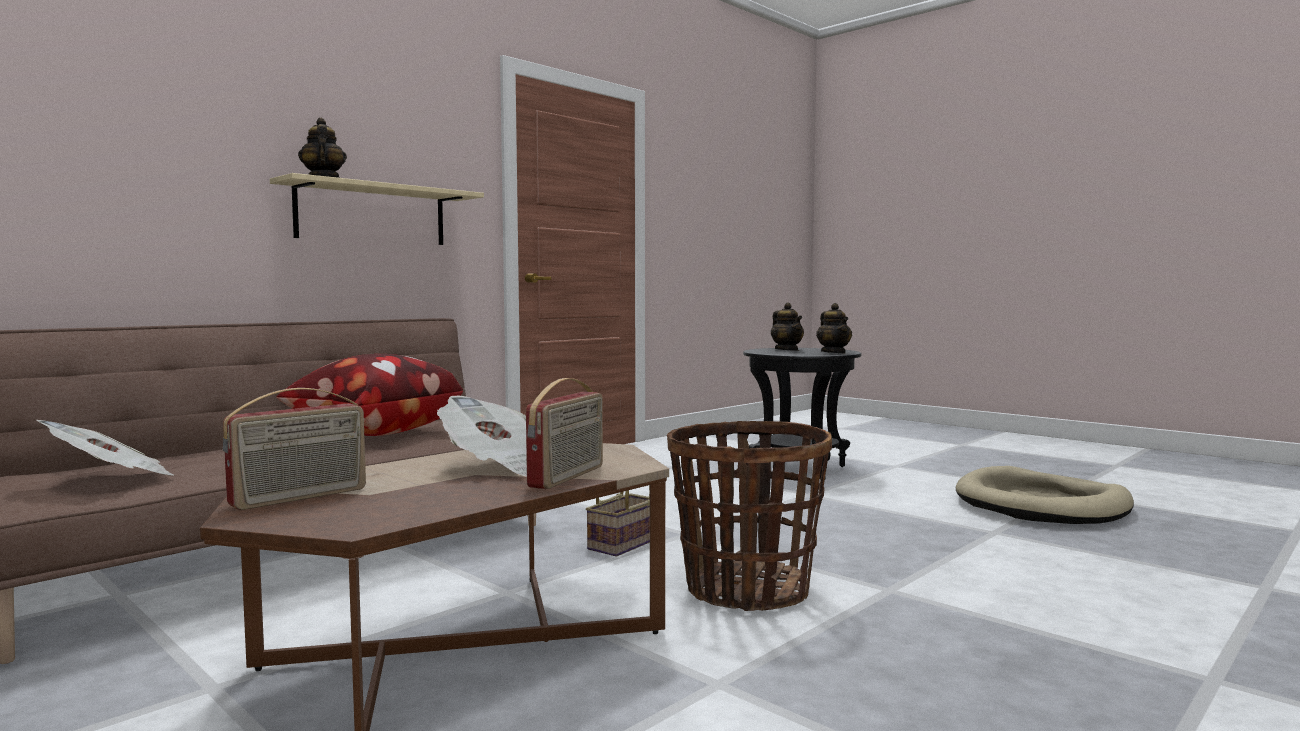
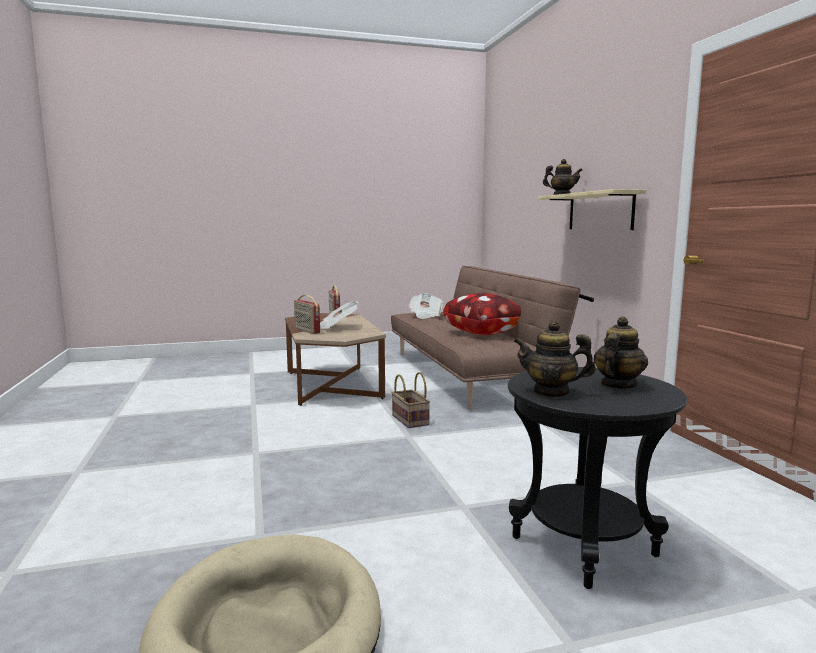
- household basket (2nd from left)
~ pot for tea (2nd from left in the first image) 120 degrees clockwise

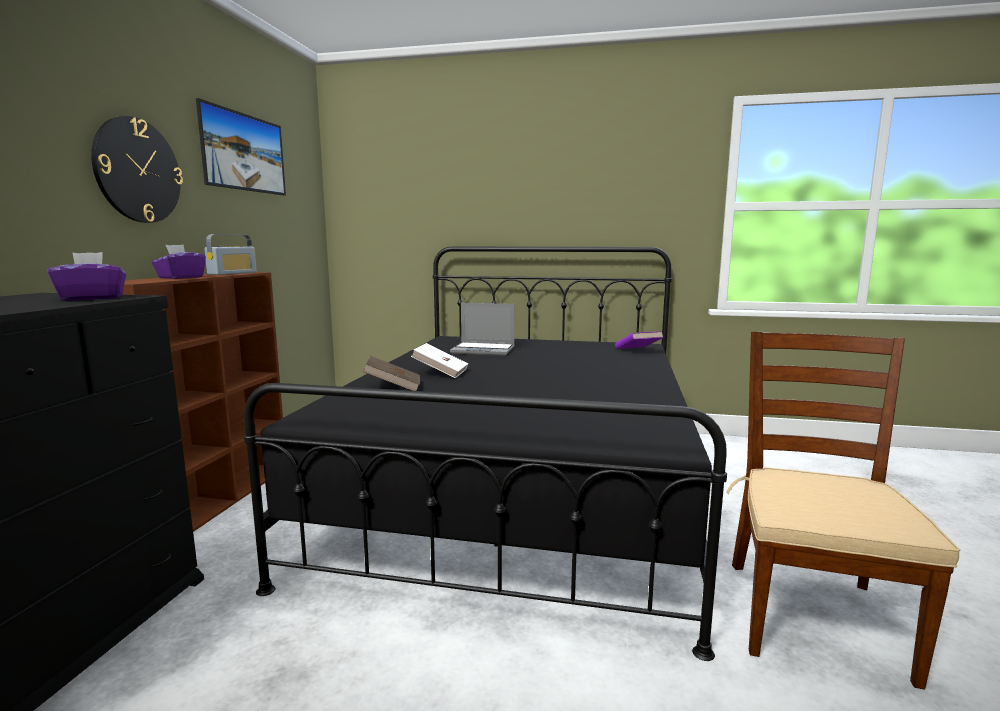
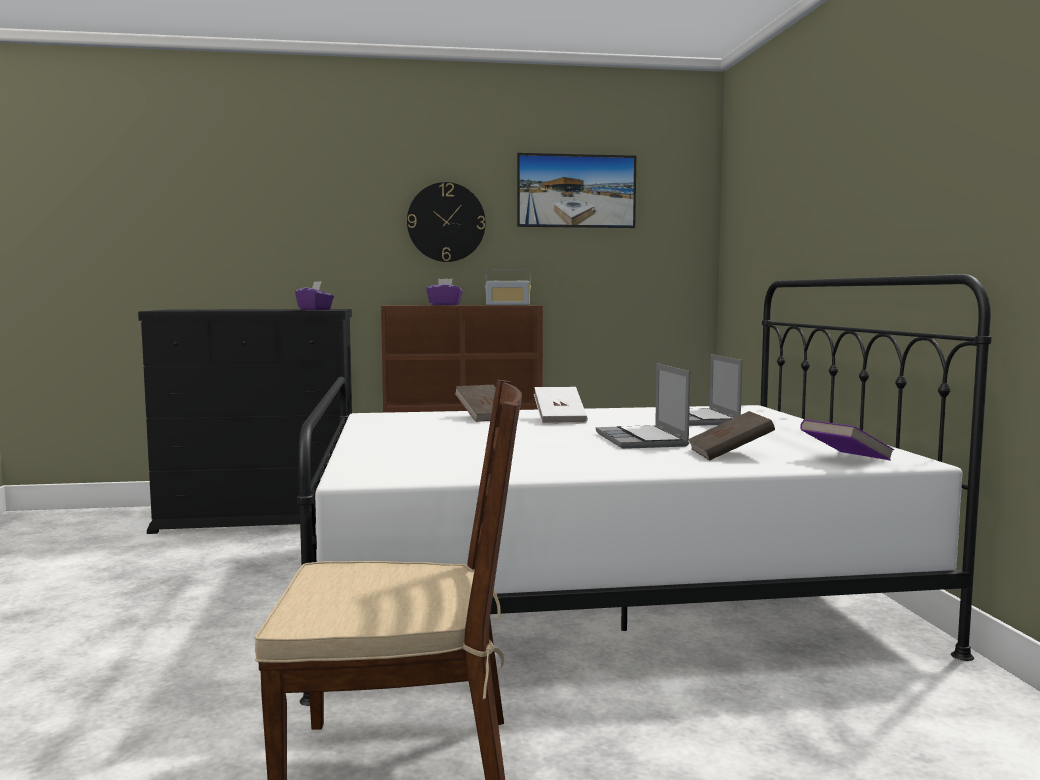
~ black-coloured sleeping bed to white-coloured sleeping bed
+ laptop (1st from left)
+ brown bound book (2nd from left)

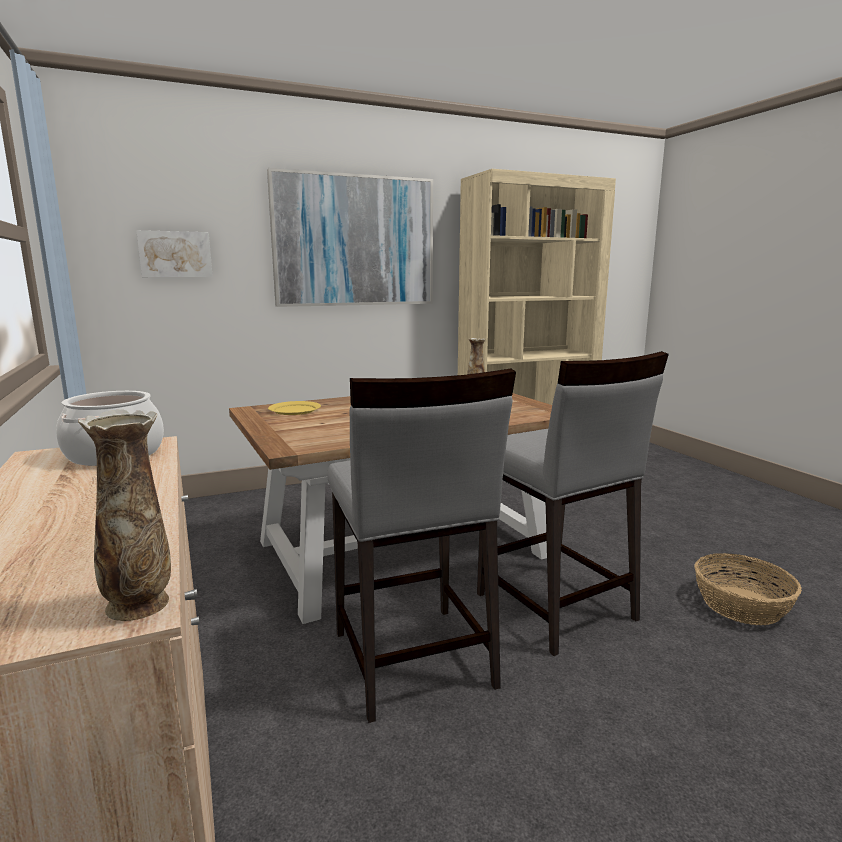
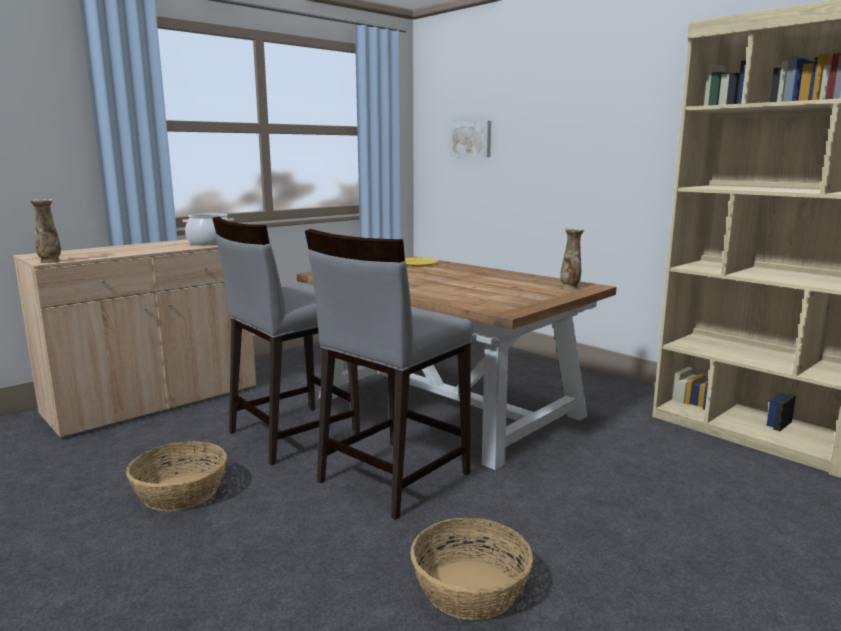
- picture (2nd from left)
+ household basket (1st from left)

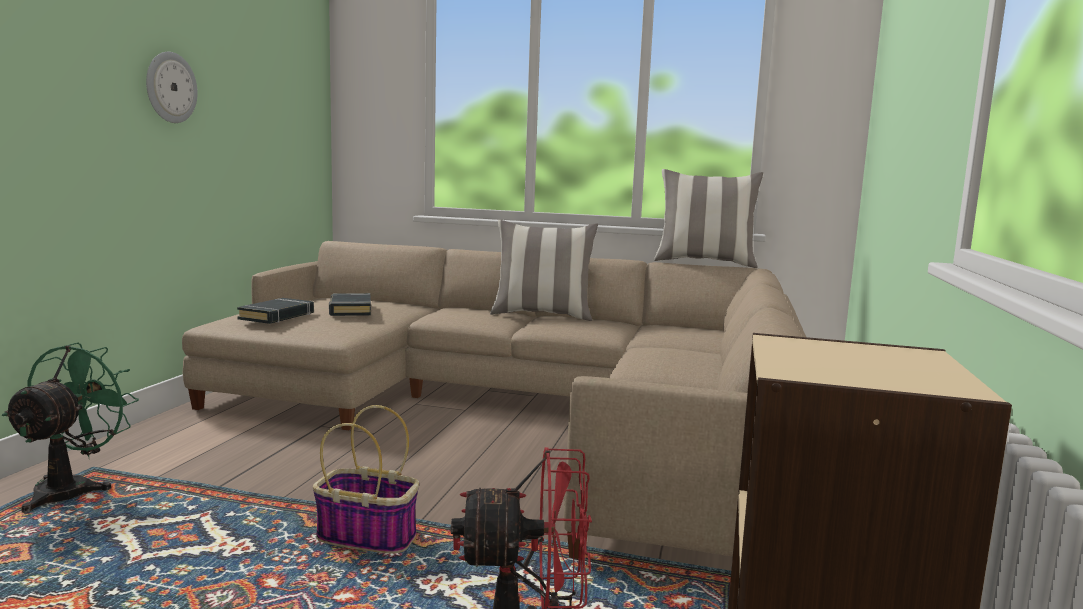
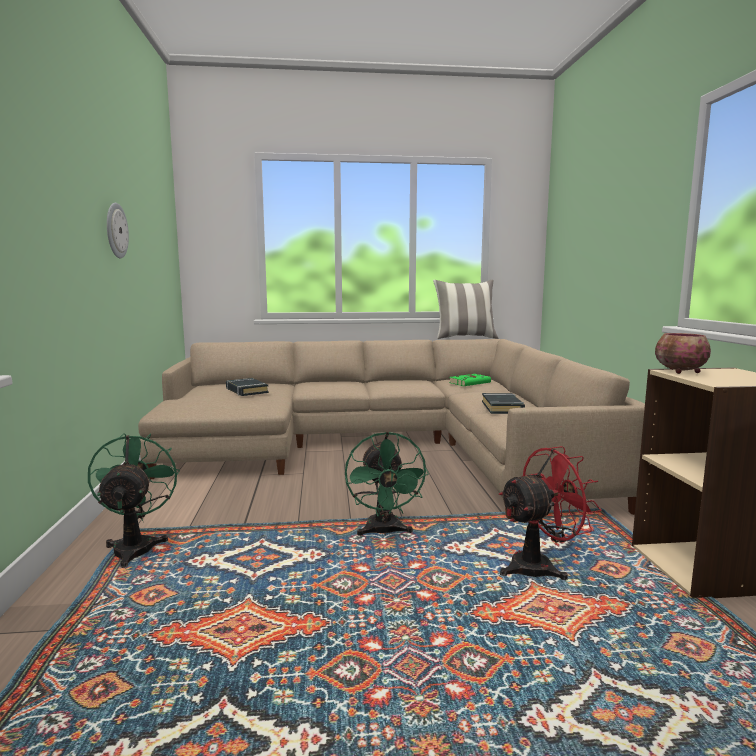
~ black-coloured bound book (1st from left in the first image) to black-coloured bound book (2nd from left)
~ household basket to greenish fan (2nd from left)
- pillow (1st from left)
+ greenish bound book
+ deep dish

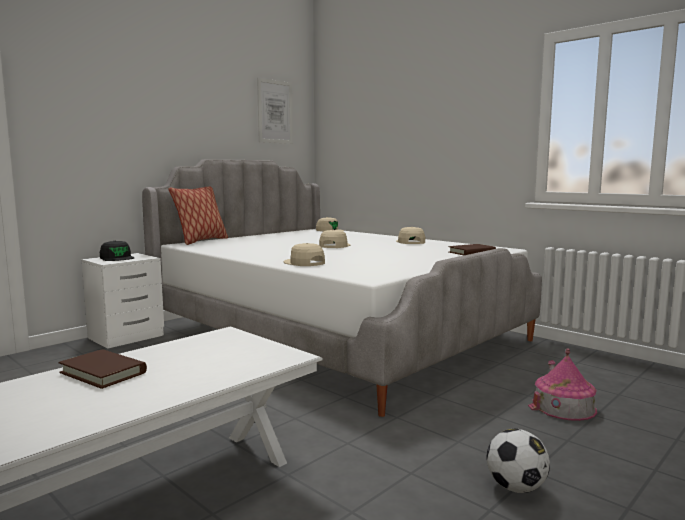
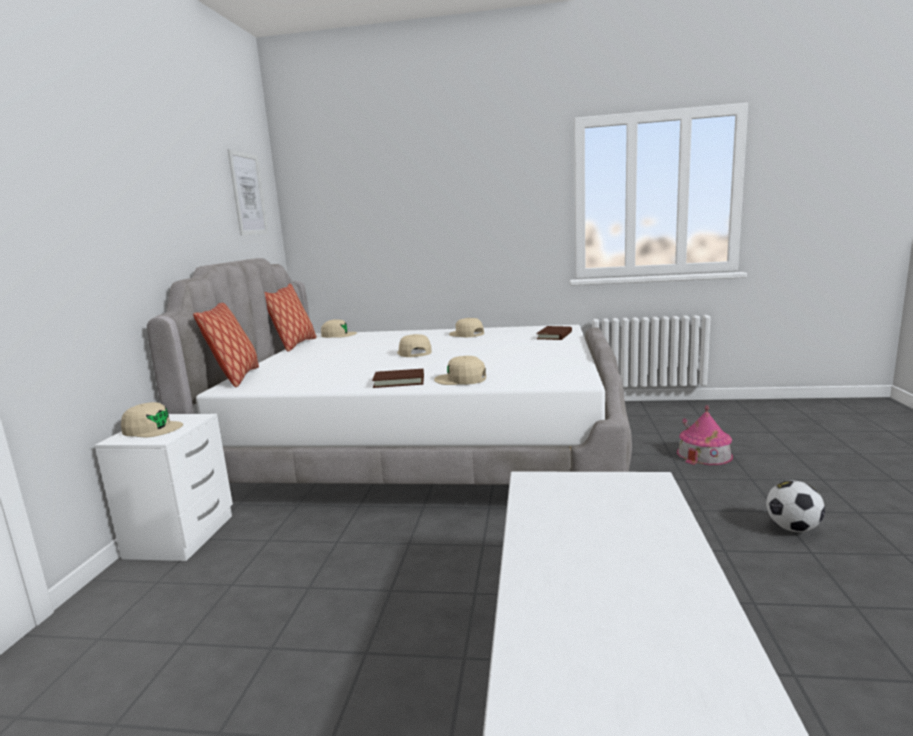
~ brown bound book (1st from left)
~ black-coloured baseball cap to sand-coloured baseball cap (1st from left)
+ pillow (2nd from left)

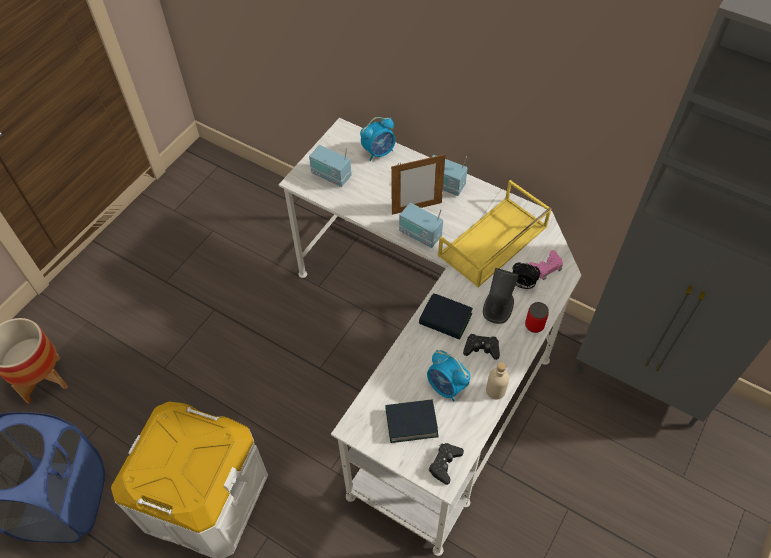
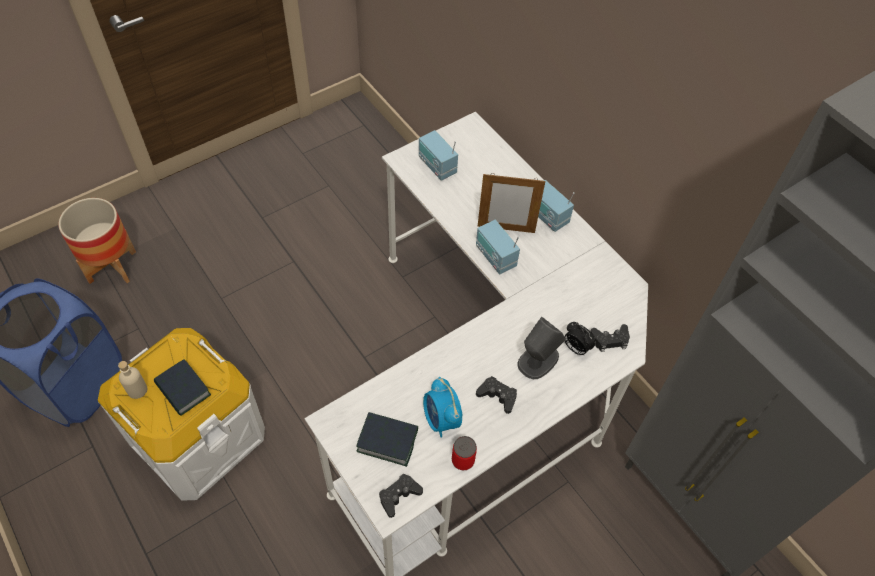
- table clock (1st from left)
~ bound book (2nd from left in the first image) to bound book (1st from left)
- yellowish serving tray
~ sand-coloured drink bottle
~ can
~ pink gamepad to black-coloured gamepad (3rd from left)

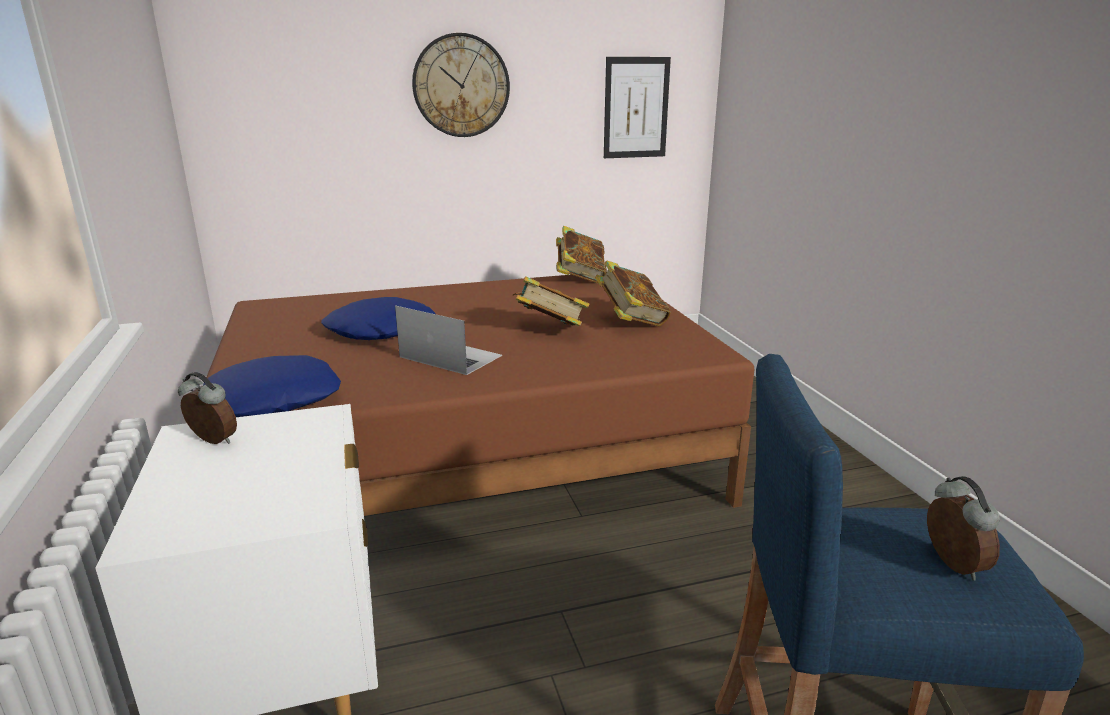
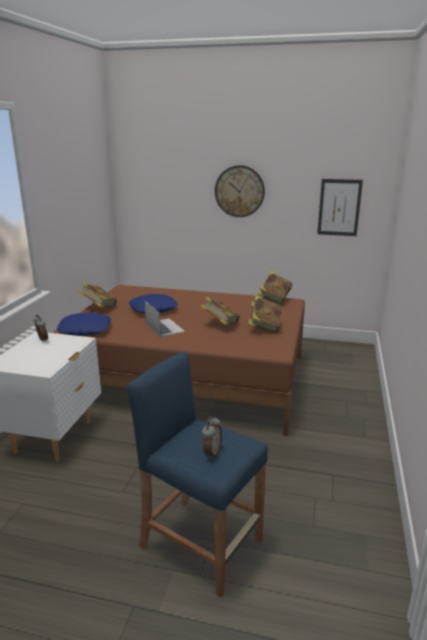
+ bound book (1st from left)

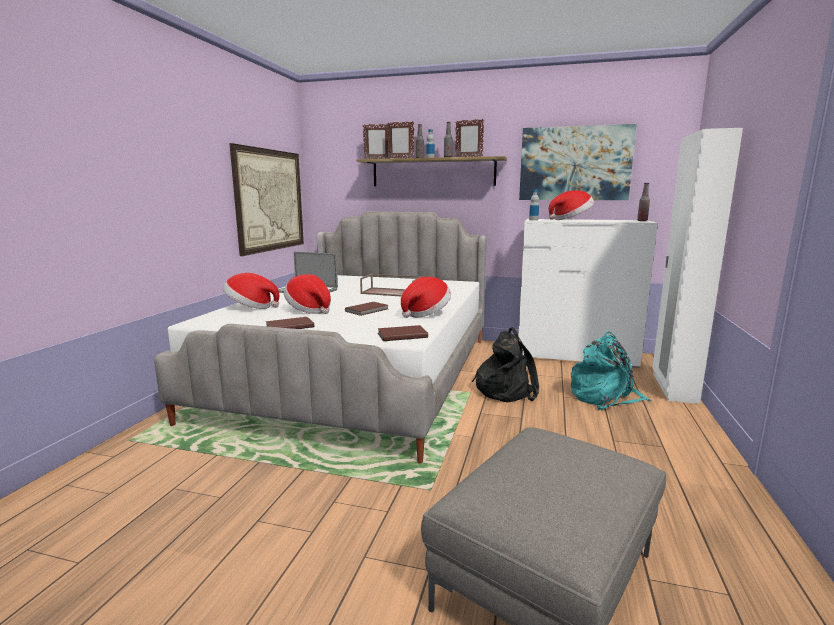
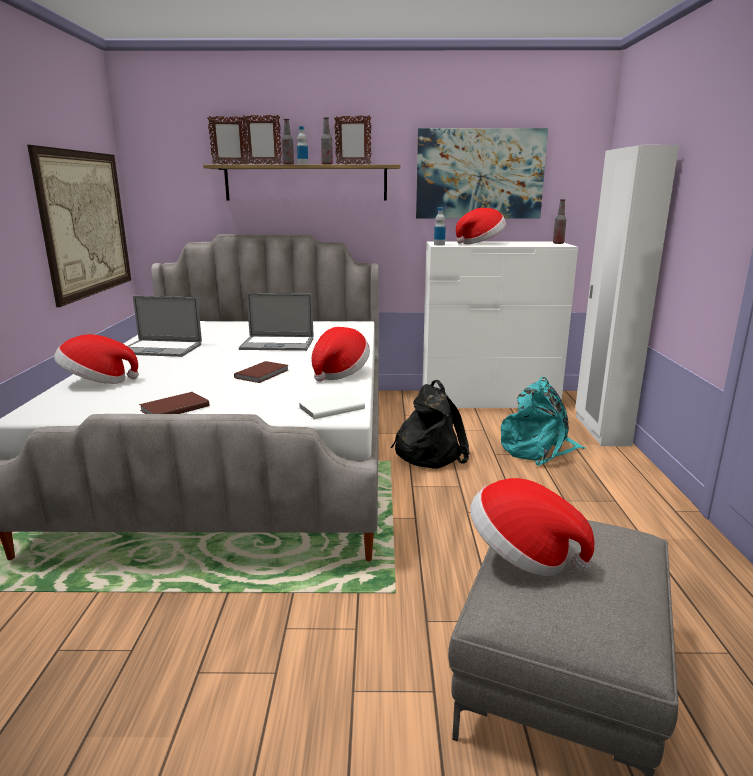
~ clothing hat (2nd from left in the first image) to clothing hat (4th from left)
~ brown serving tray to laptop (2nd from left)
~ brown bound book (3rd from left) to white-coloured bound book

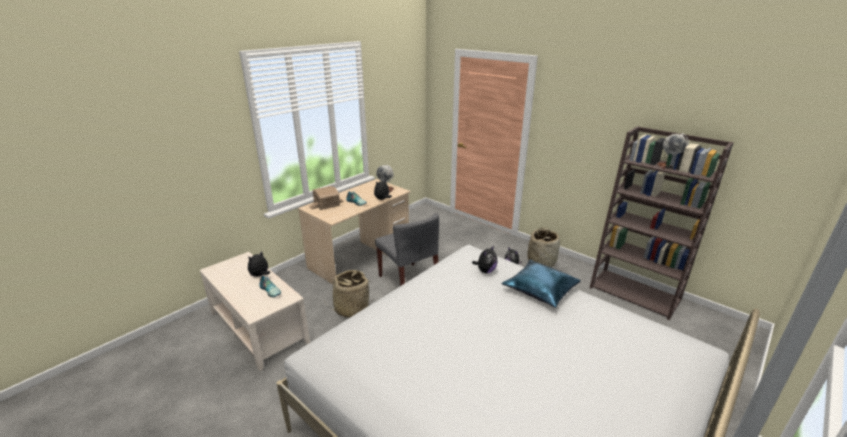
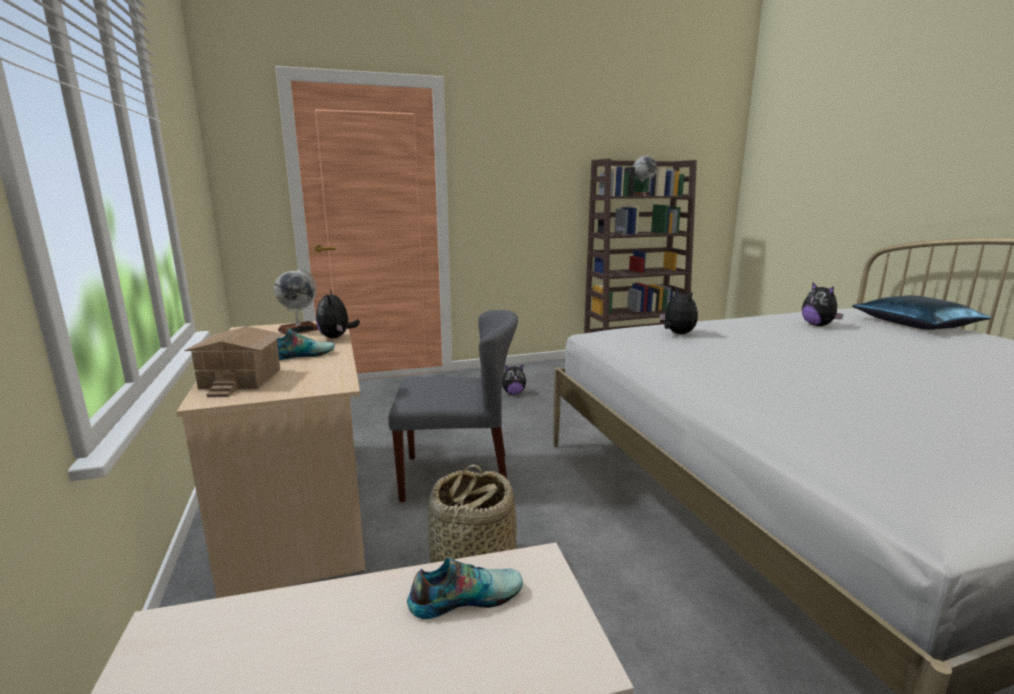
~ plush toy (1st from left in the first image) to plush toy (4th from left)
~ bluish pillow
- household basket (2nd from left)

